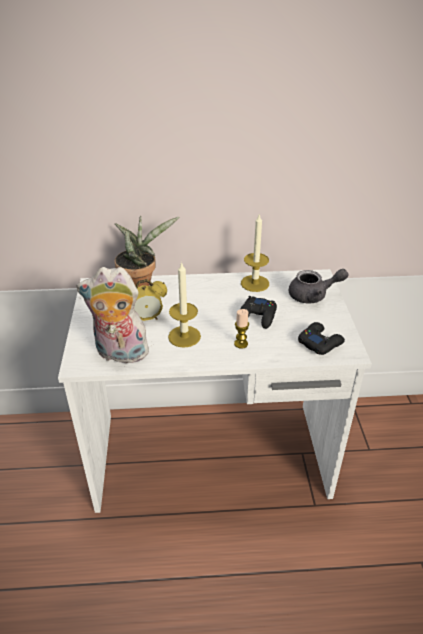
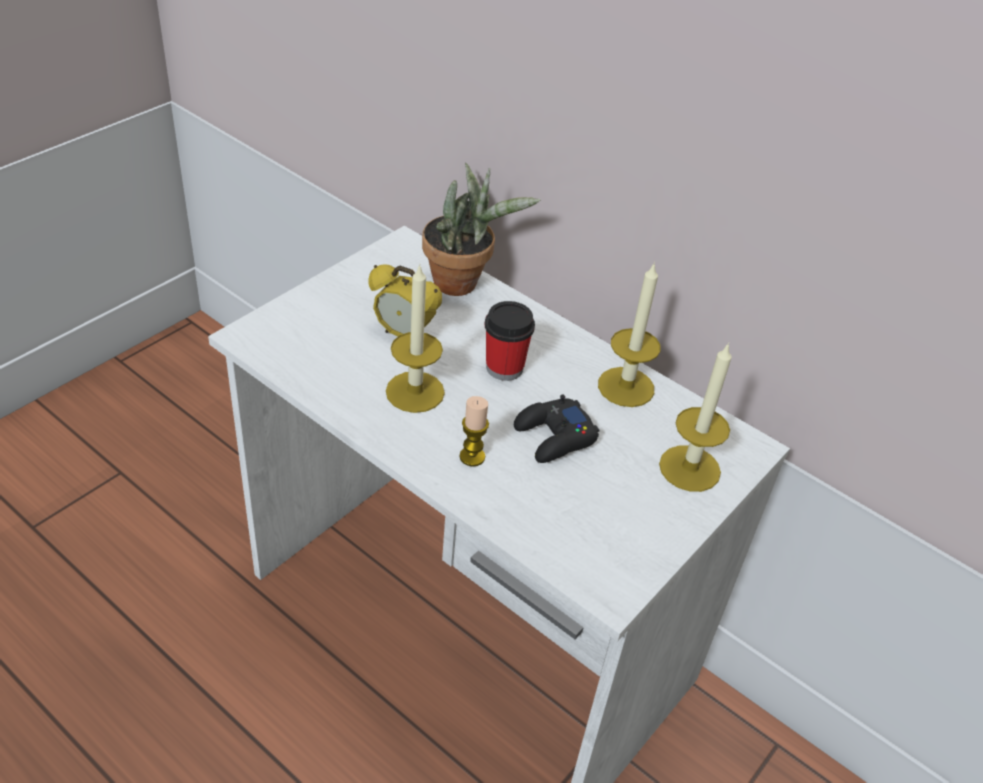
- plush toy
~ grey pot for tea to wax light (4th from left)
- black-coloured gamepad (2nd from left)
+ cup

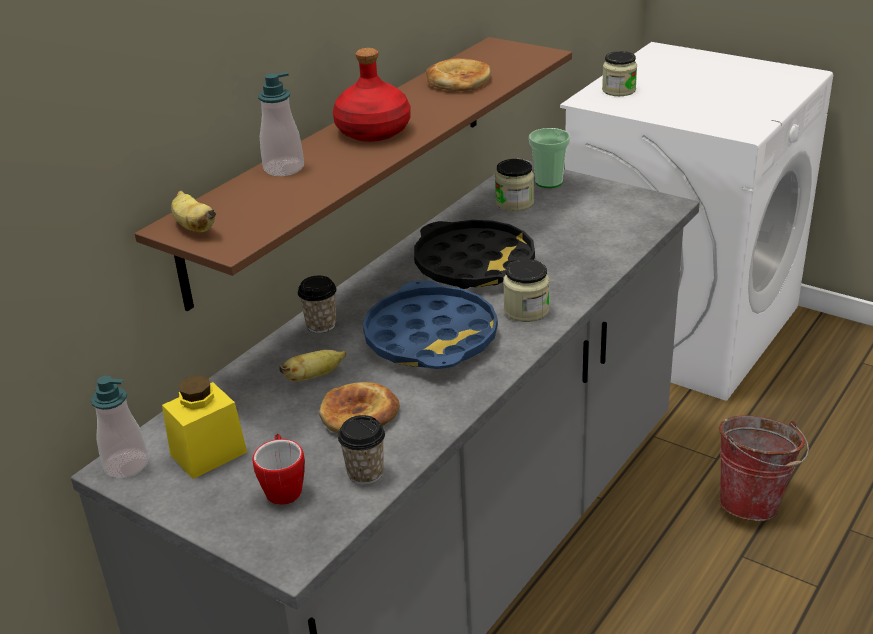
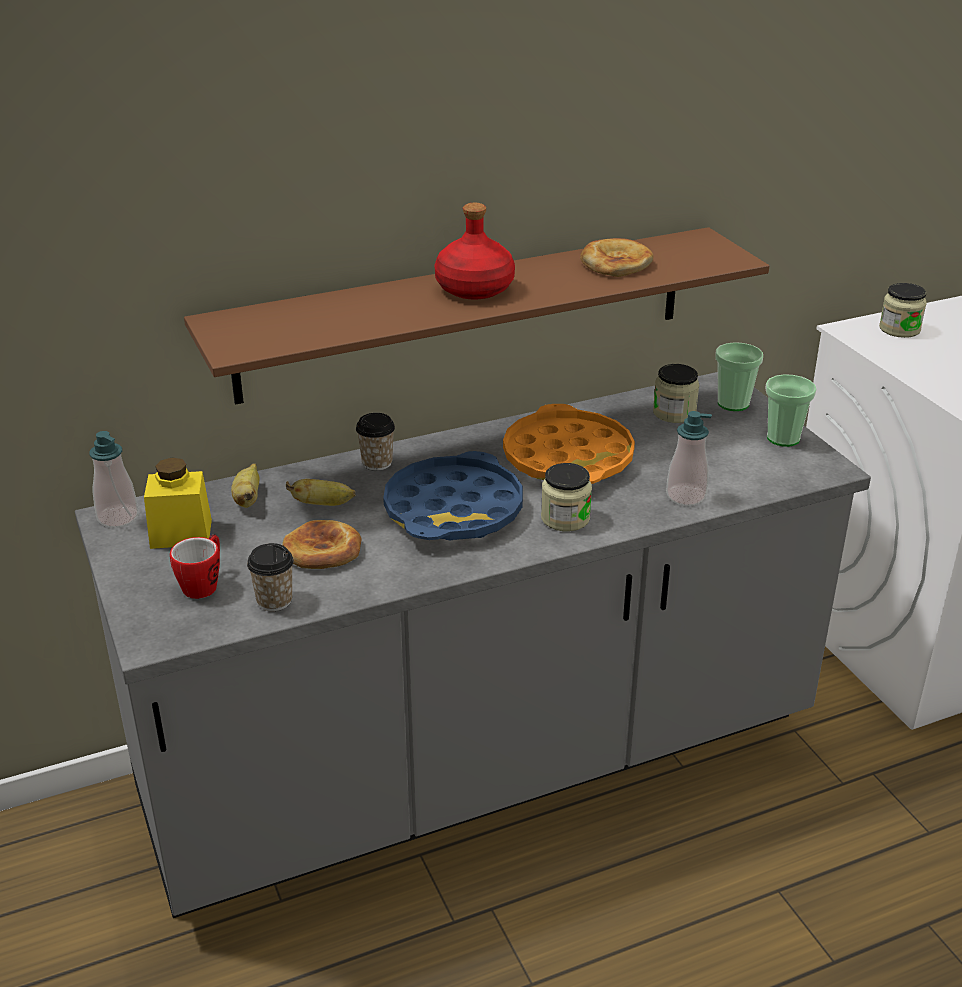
~ banana (1st from left)
~ soap dispenser (2nd from left)
~ black-coloured serving tray to orange serving tray
- pail
+ cup (4th from left)

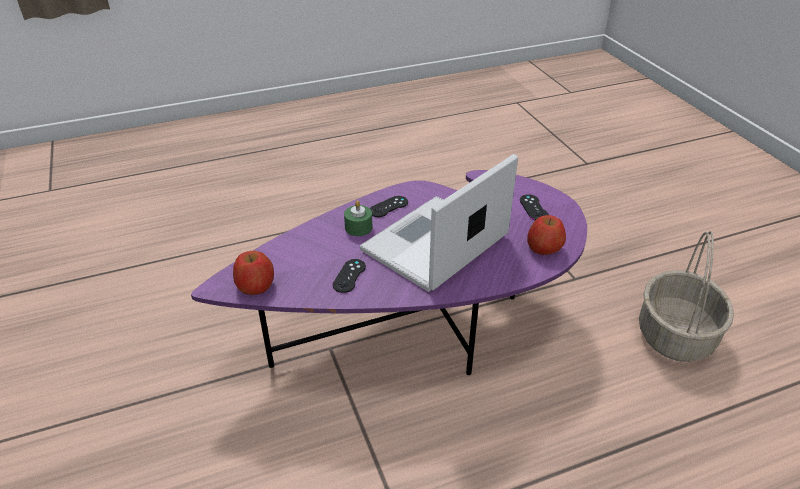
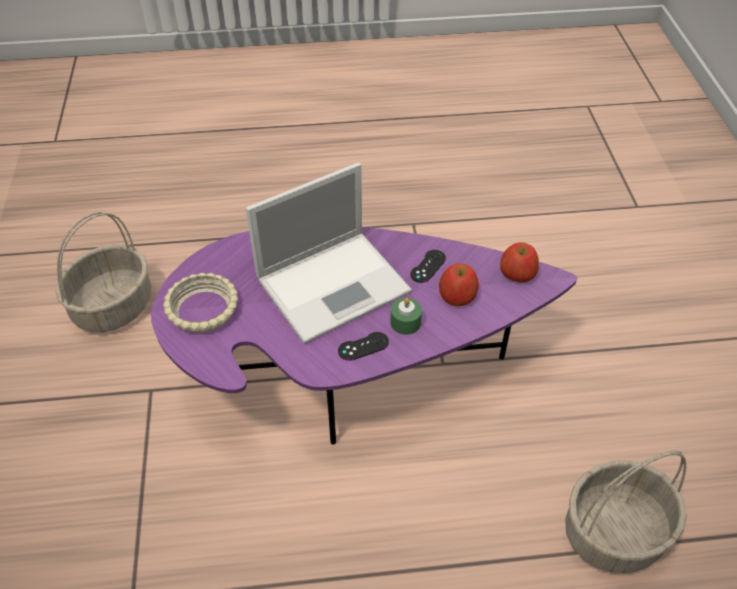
~ black-coloured gamepad (3rd from left) to sand-coloured deep dish
~ apple (2nd from left in the first image) to apple (1st from left)
+ household basket (2nd from left)

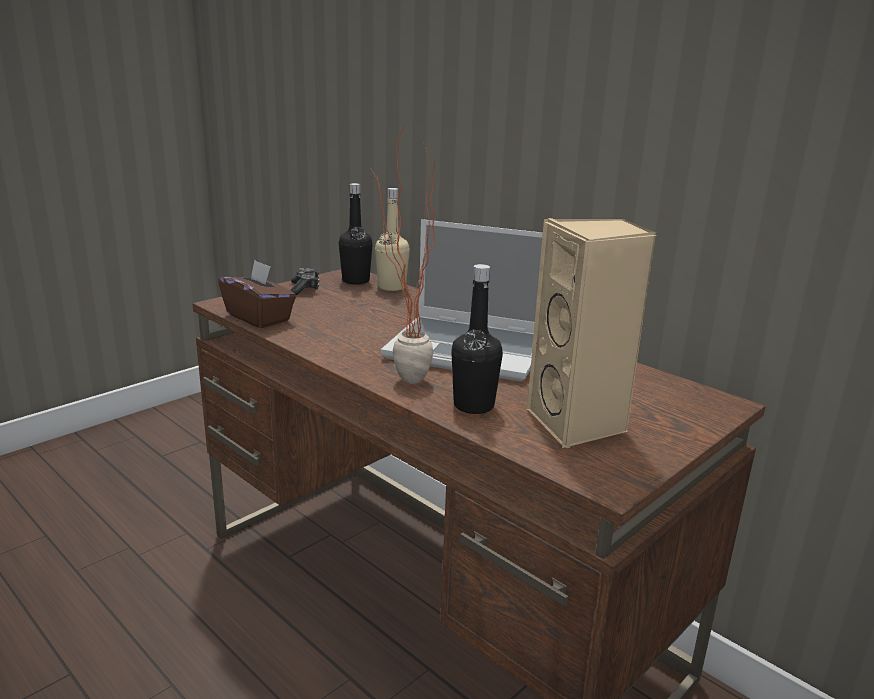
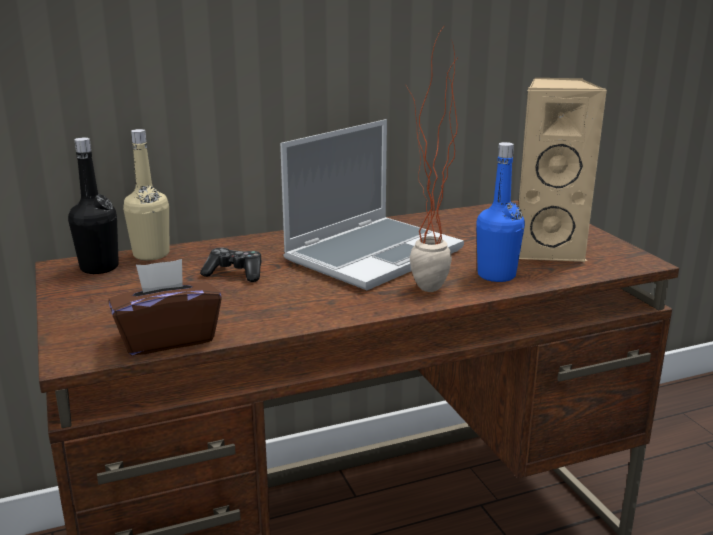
~ gamepad
~ black-coloured drink bottle (2nd from left) to bluish drink bottle

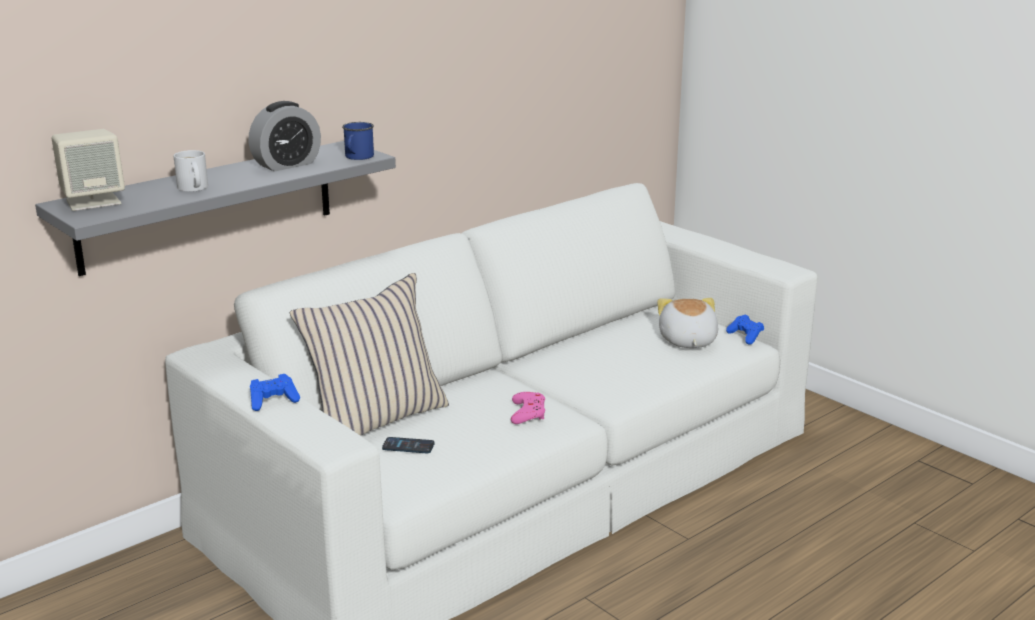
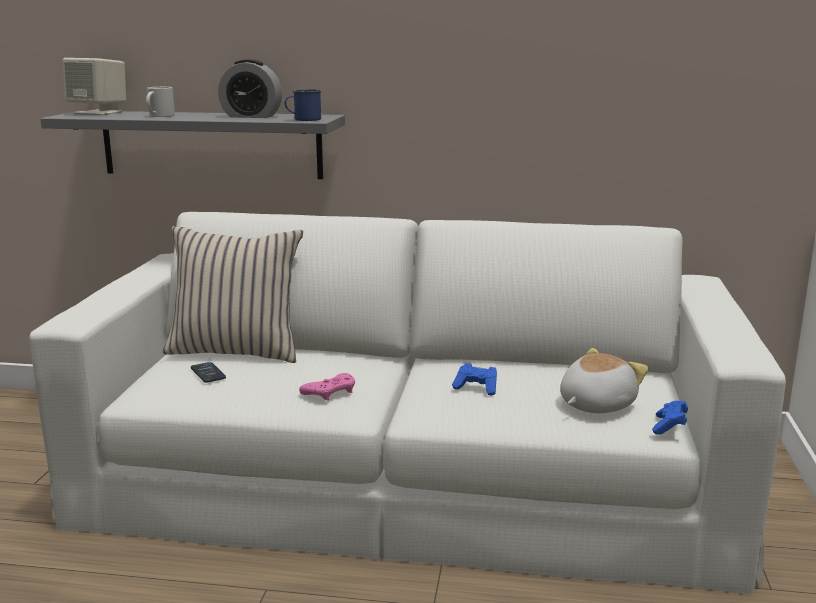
~ bluish gamepad (1st from left)

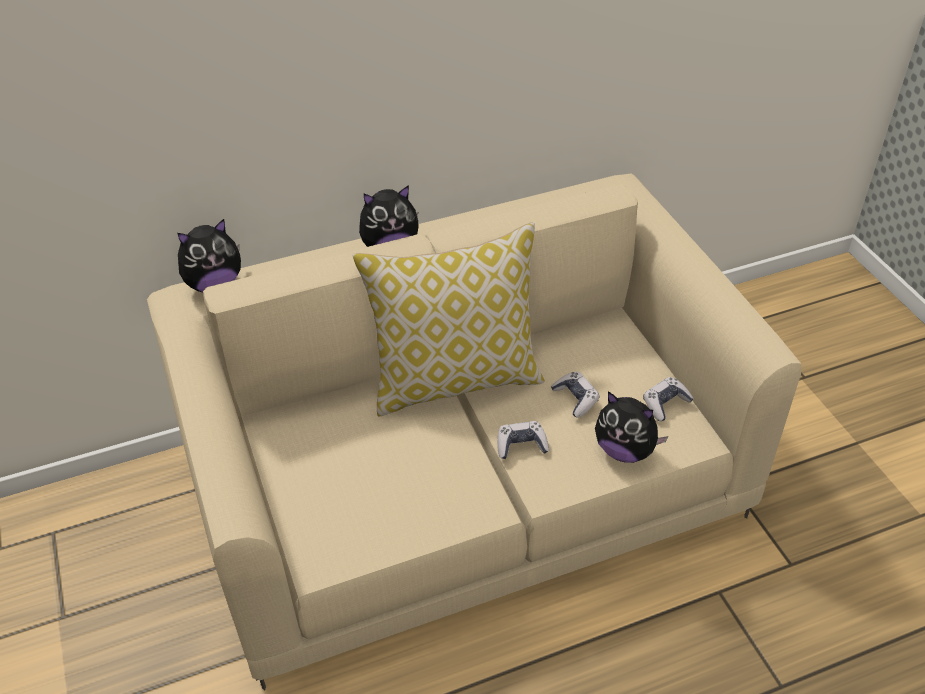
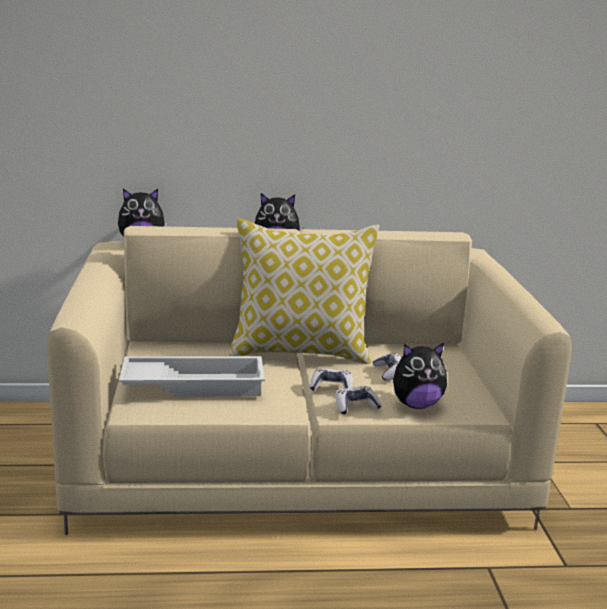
~ plush toy (3rd from left) 60 degrees counterclockwise
~ gamepad (3rd from left in the first image) to gamepad (2nd from left)
+ white-coloured serving tray

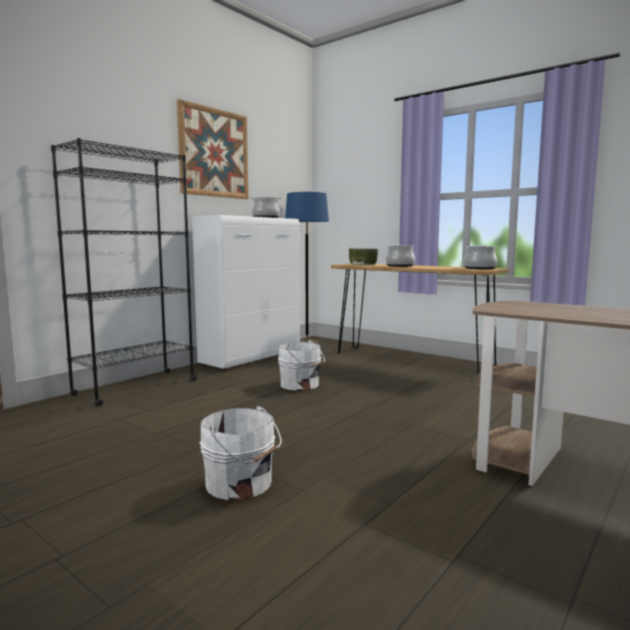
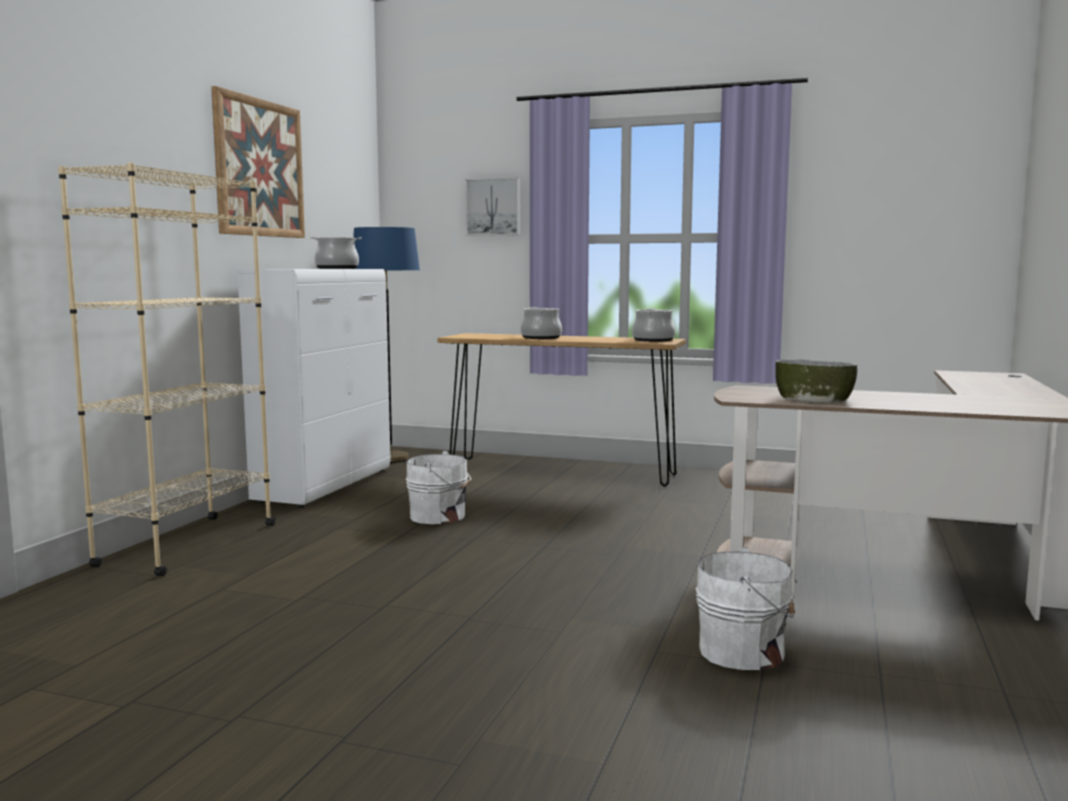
~ black-coloured shelving unit to sand-coloured shelving unit
~ white-coloured pail (1st from left in the first image) to white-coloured pail (2nd from left)
~ deep dish
+ picture (2nd from left)

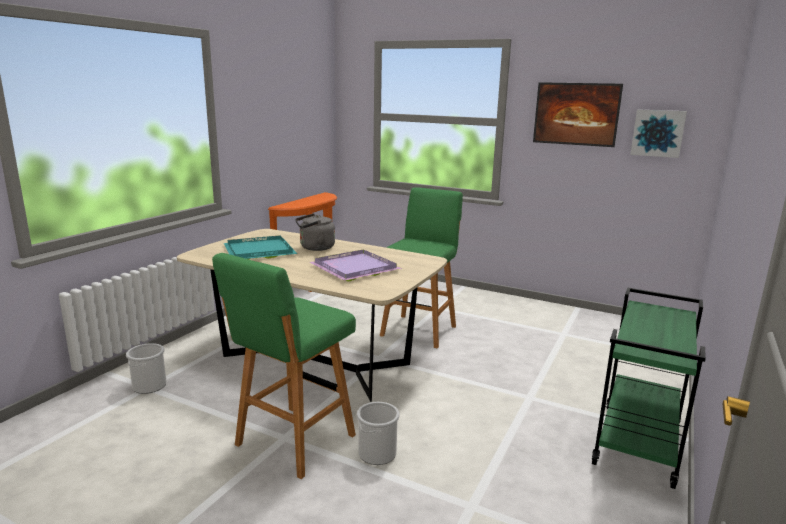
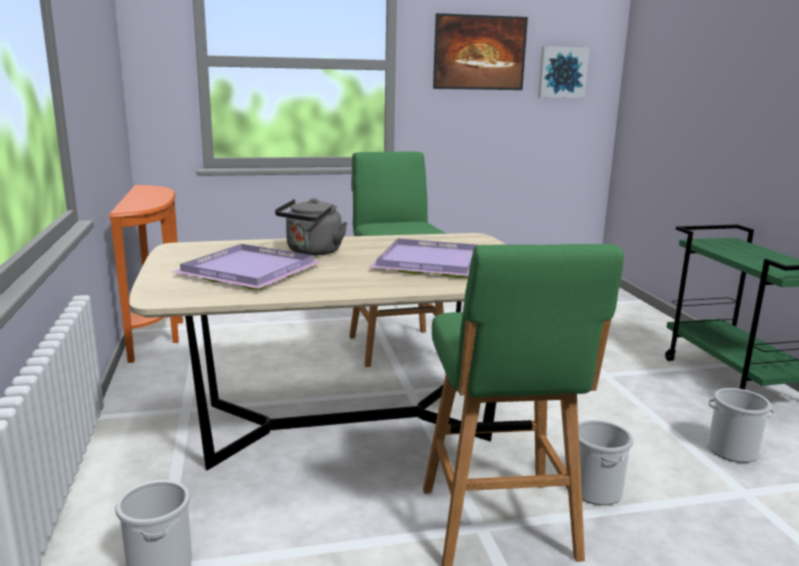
~ turquoise-coloured serving tray to purple-coloured serving tray (1st from left)
+ pail (3rd from left)

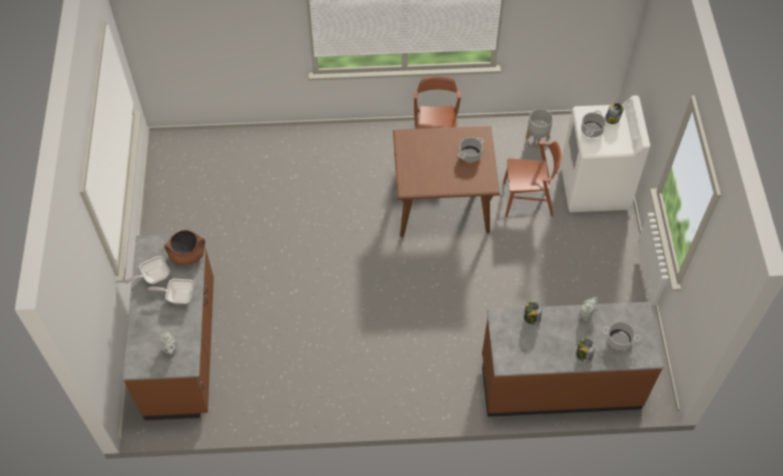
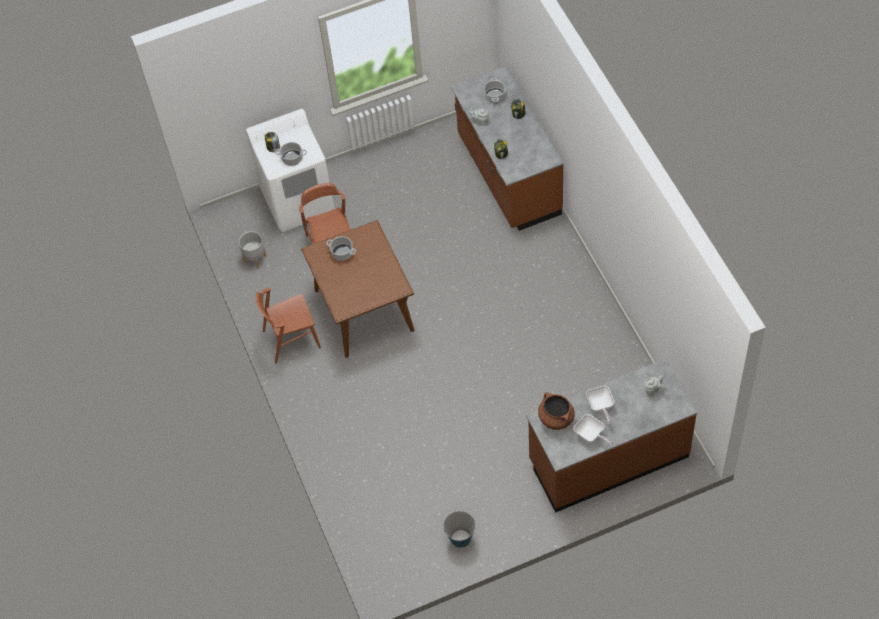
+ pail

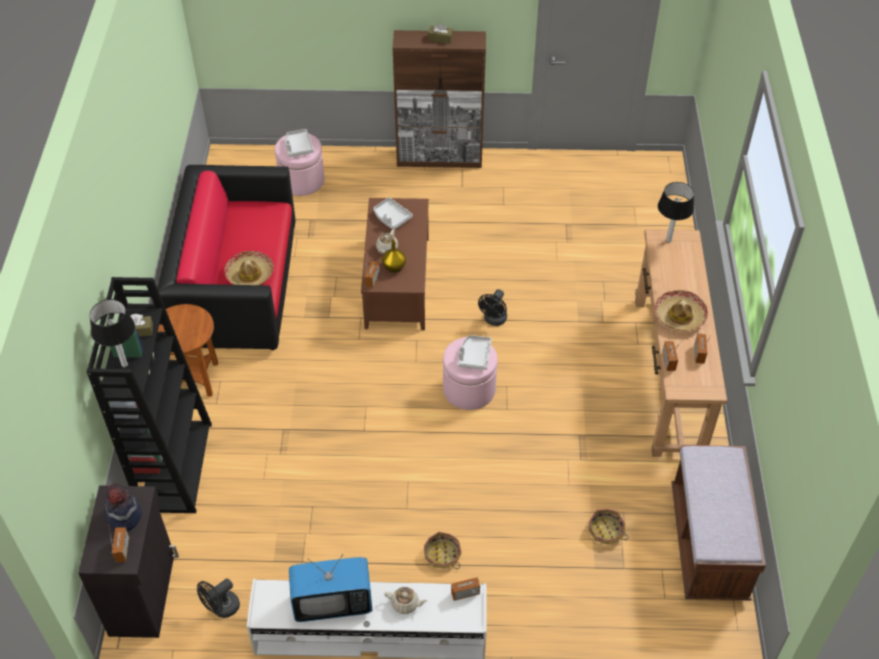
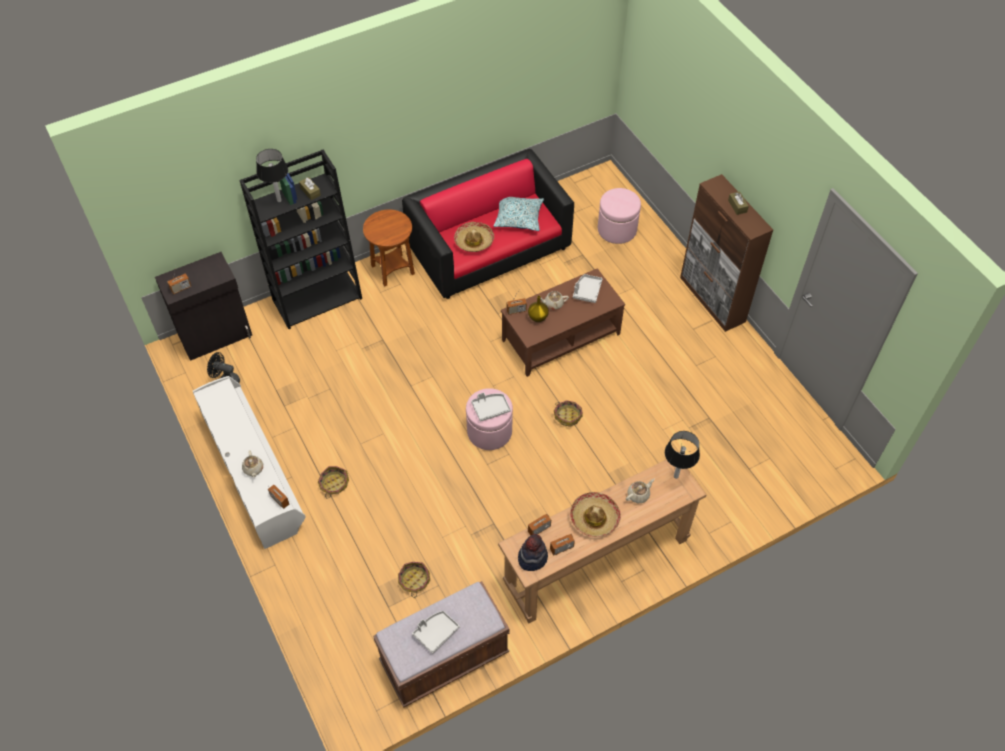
~ clothing hat (1st from left in the first image) to clothing hat (2nd from left)
~ grey serving tray (1st from left)
- television
~ black-coloured fan (2nd from left) to household basket (3rd from left)
+ pillow
+ sand-coloured pot for tea (3rd from left)

